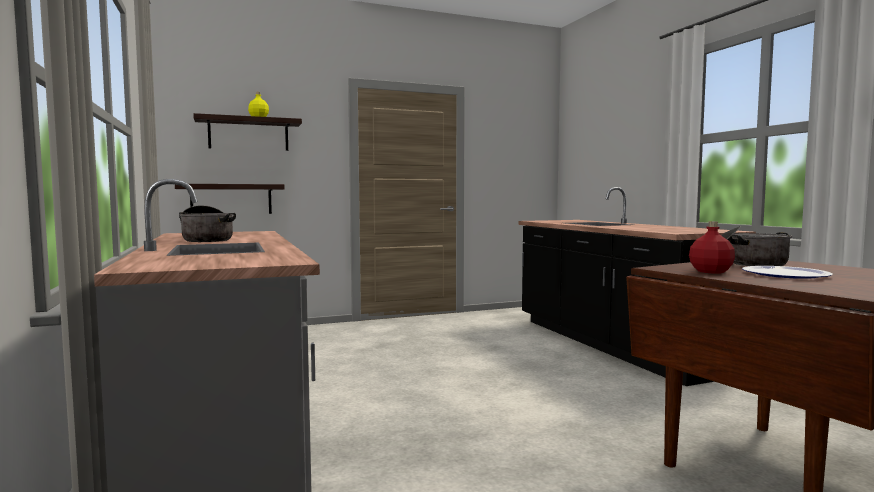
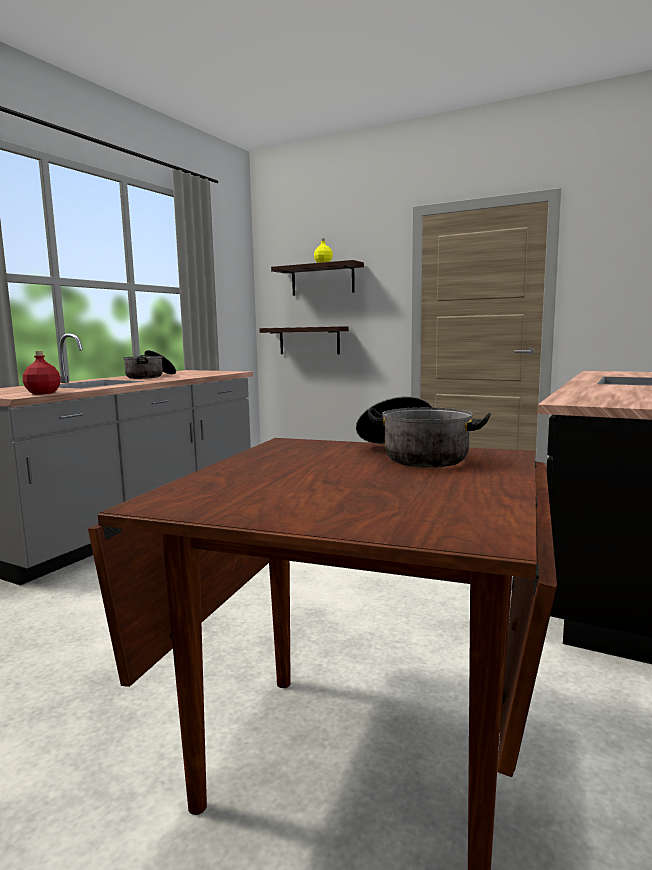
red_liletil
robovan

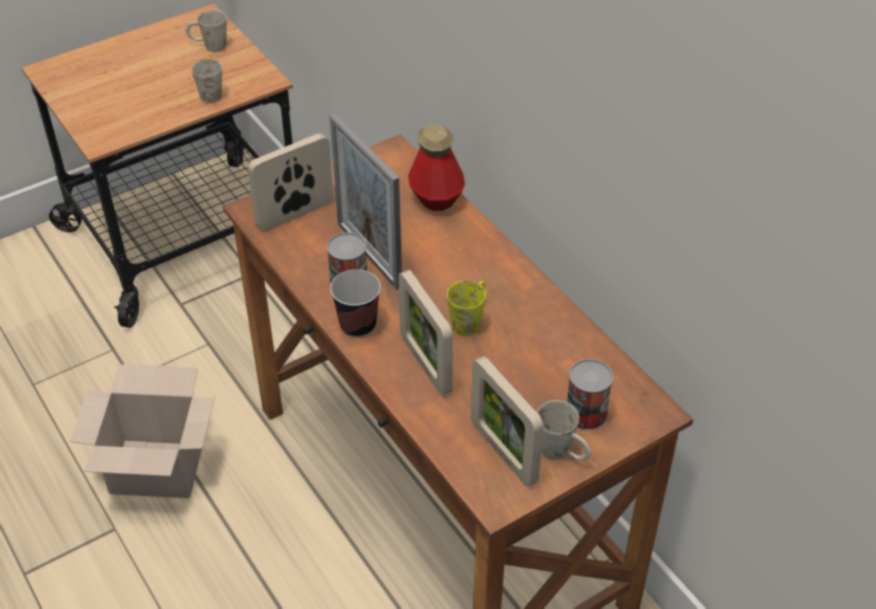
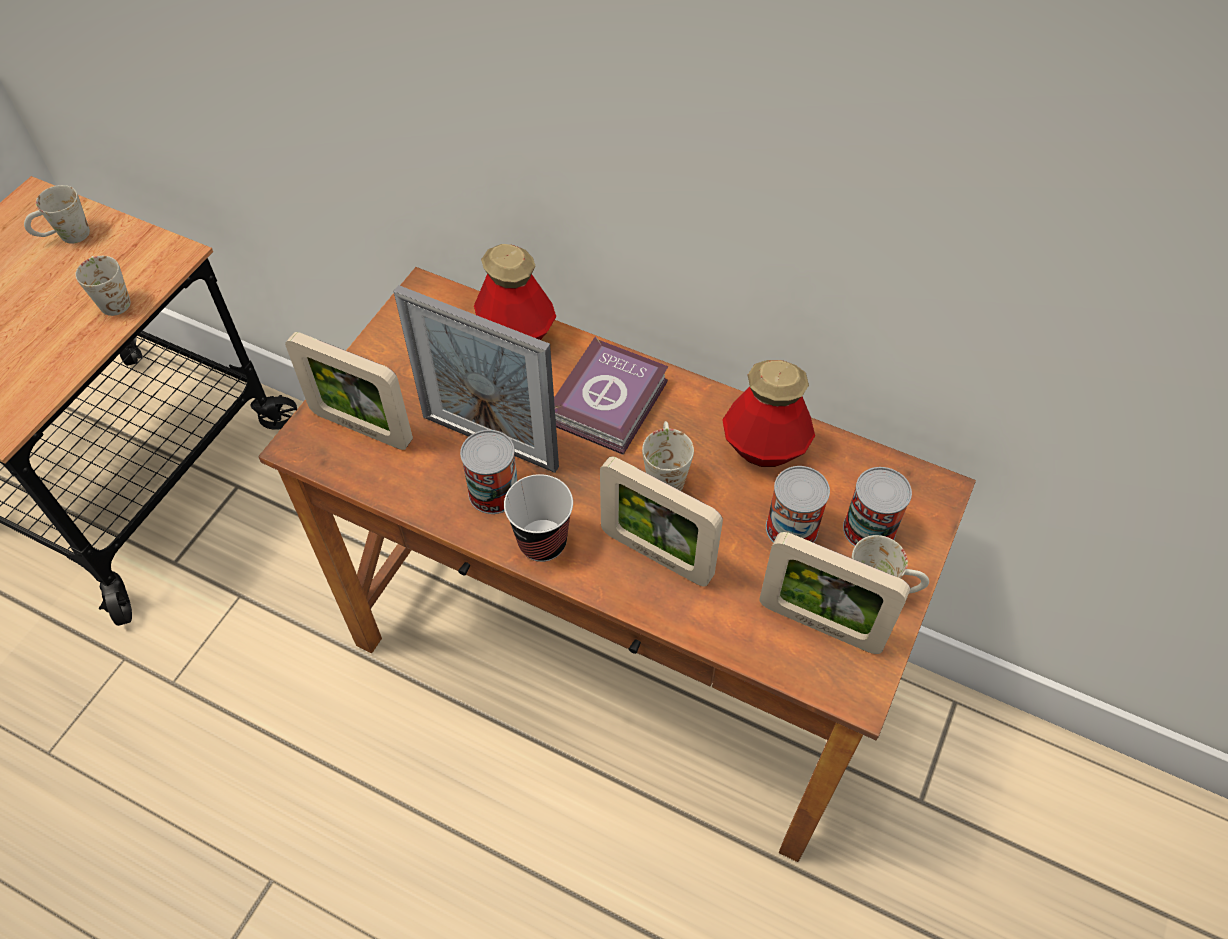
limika
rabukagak (1st from left)
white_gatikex (3rd from left)
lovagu
liletil (2nd from left)
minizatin (2nd from left)

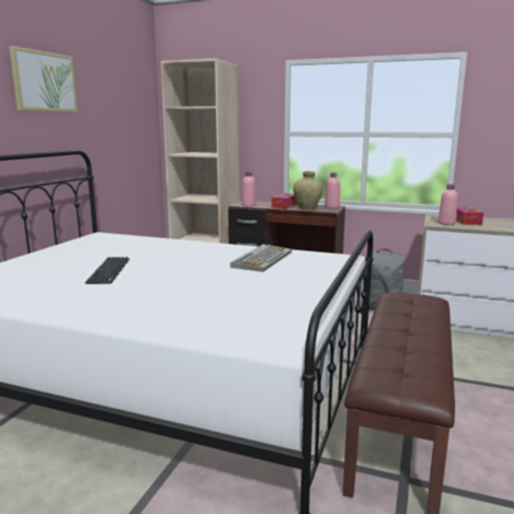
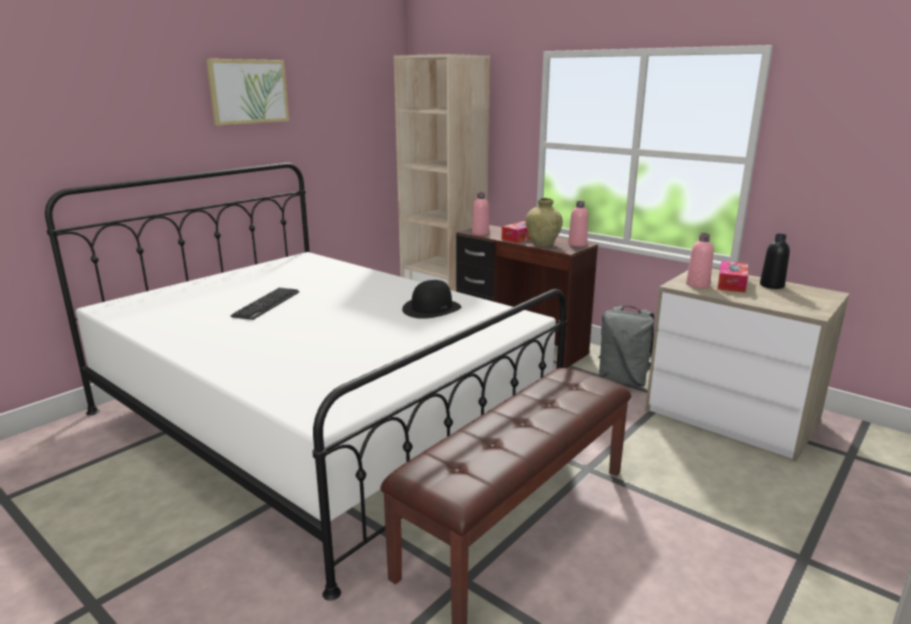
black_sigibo
black_liletil

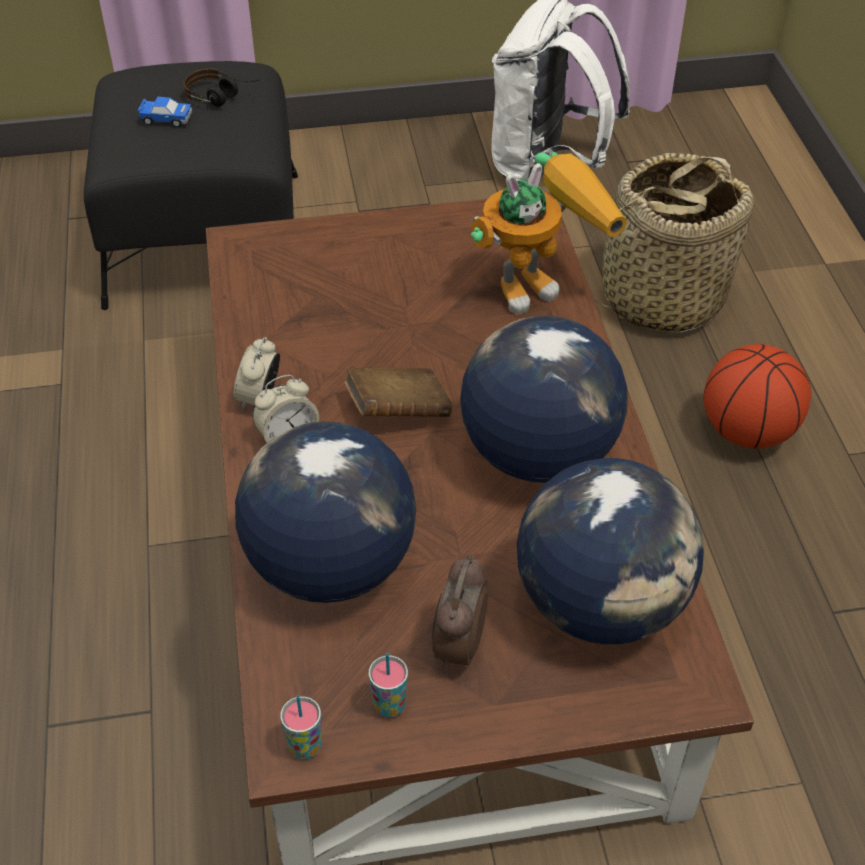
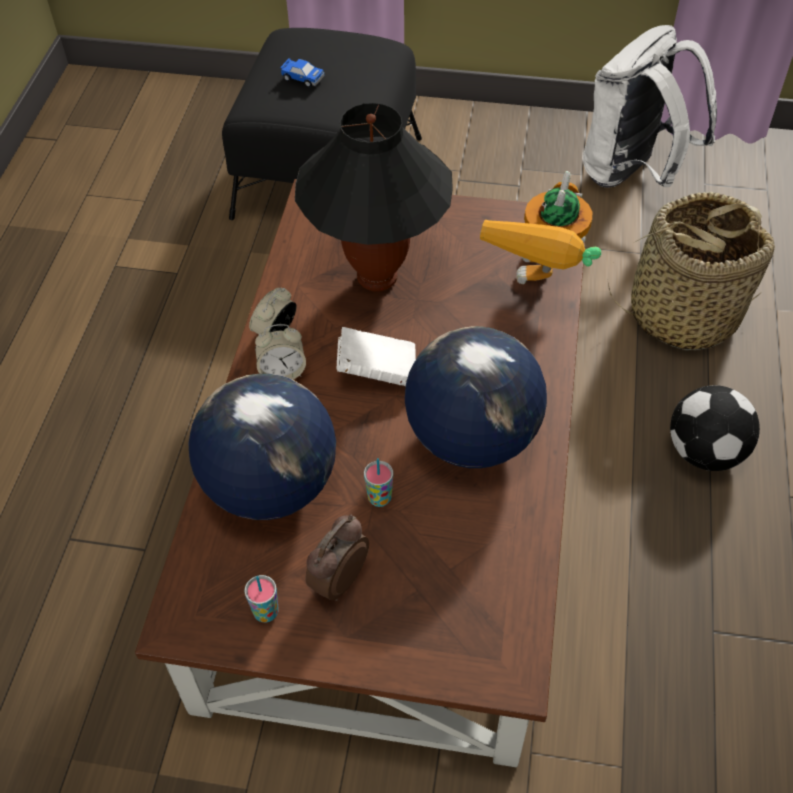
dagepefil
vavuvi (2nd from left)
white_lovagu
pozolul
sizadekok (3rd from left in the first image)
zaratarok
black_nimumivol

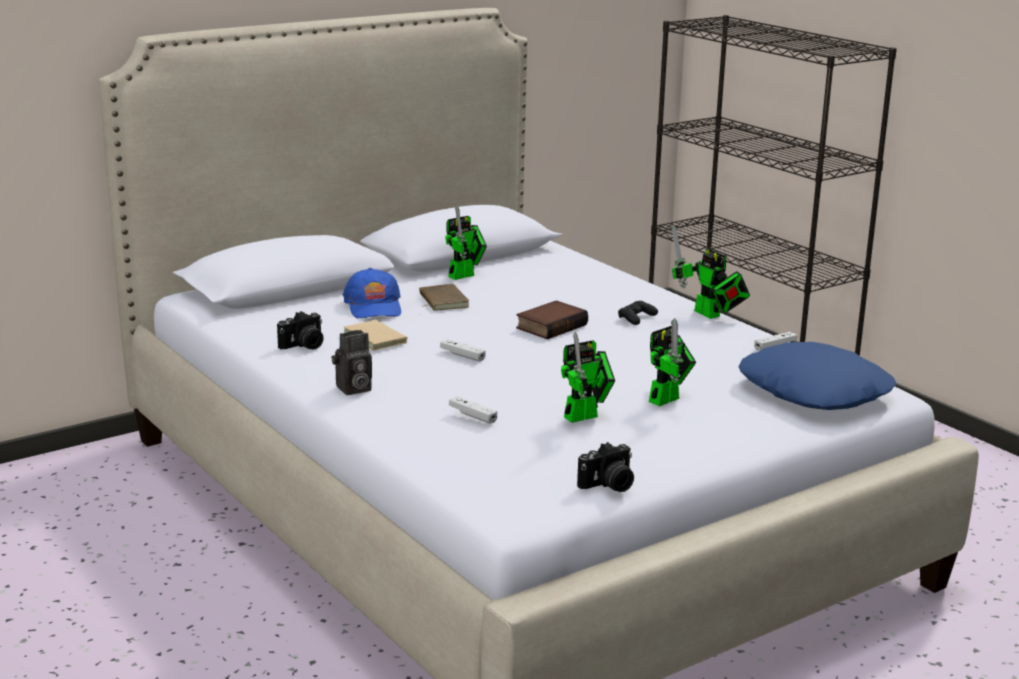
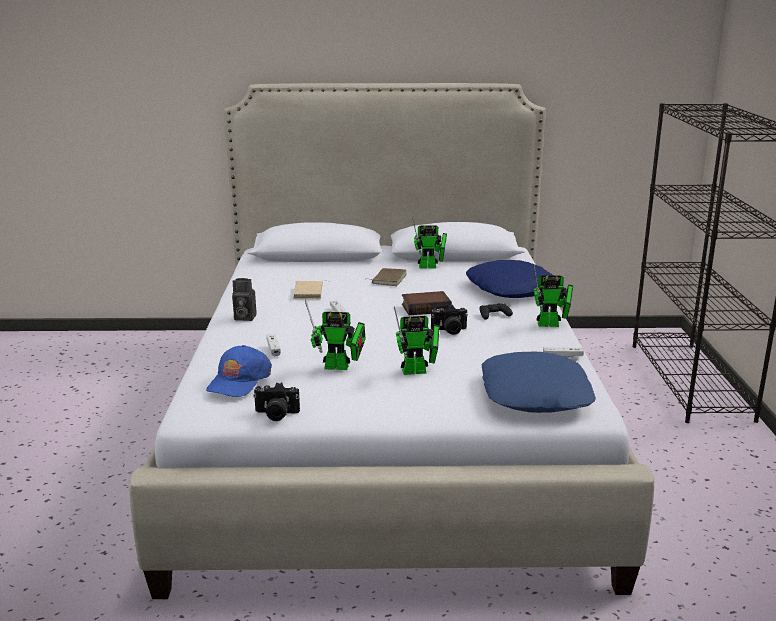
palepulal (3rd from left)
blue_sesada
pozolul (4th from left)
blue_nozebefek (1st from left)

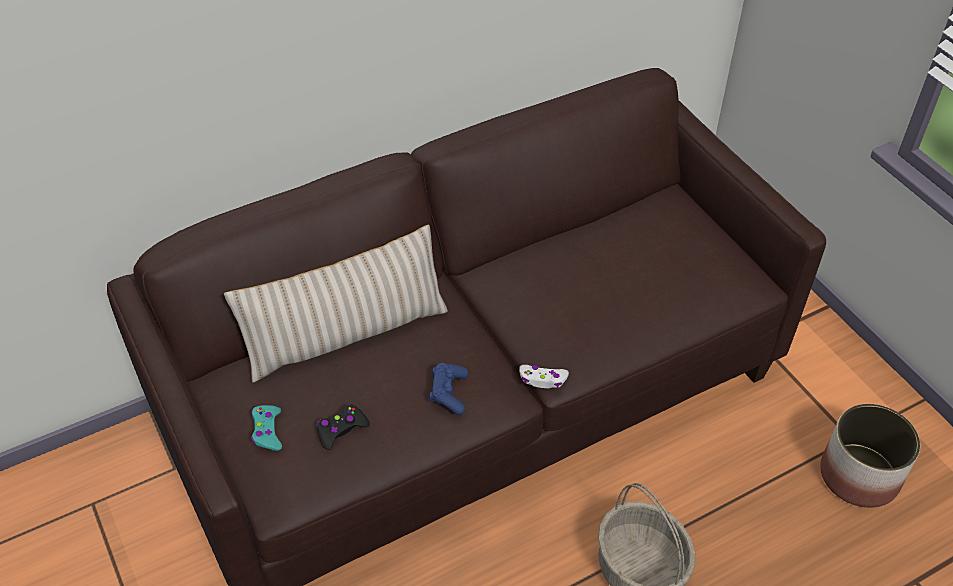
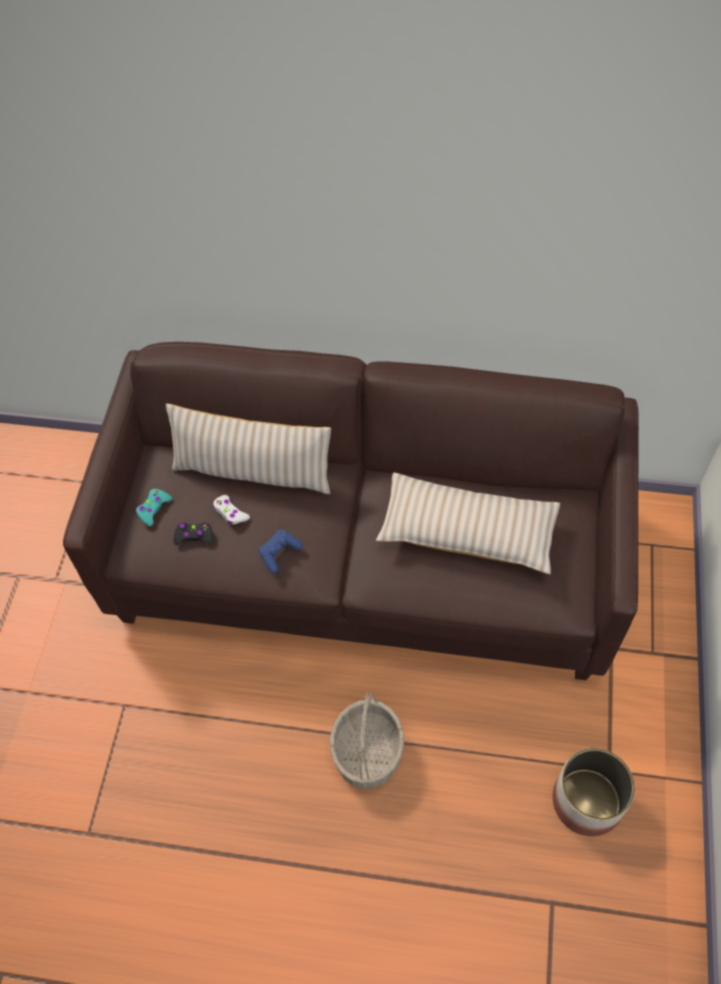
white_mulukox
beige_nozebefek (2nd from left)

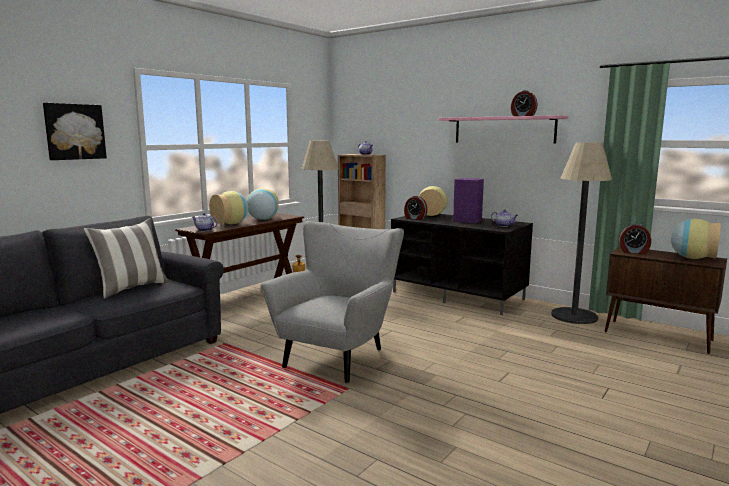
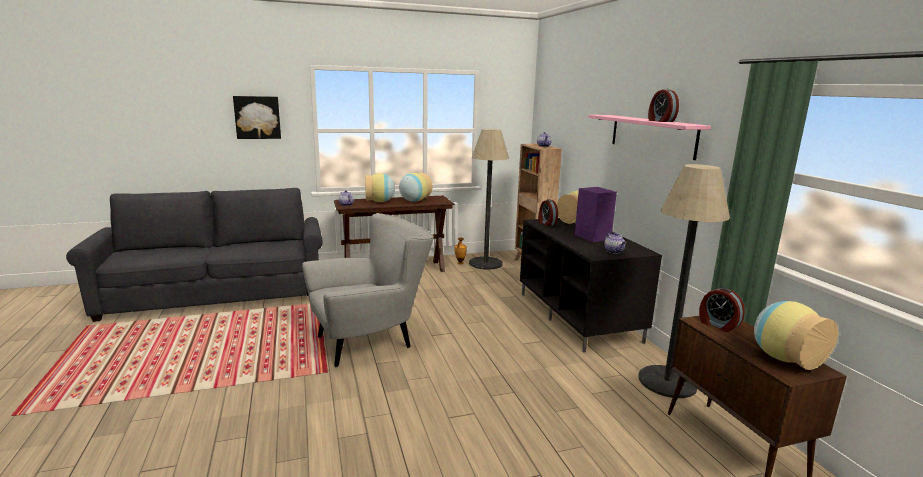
nozebefek

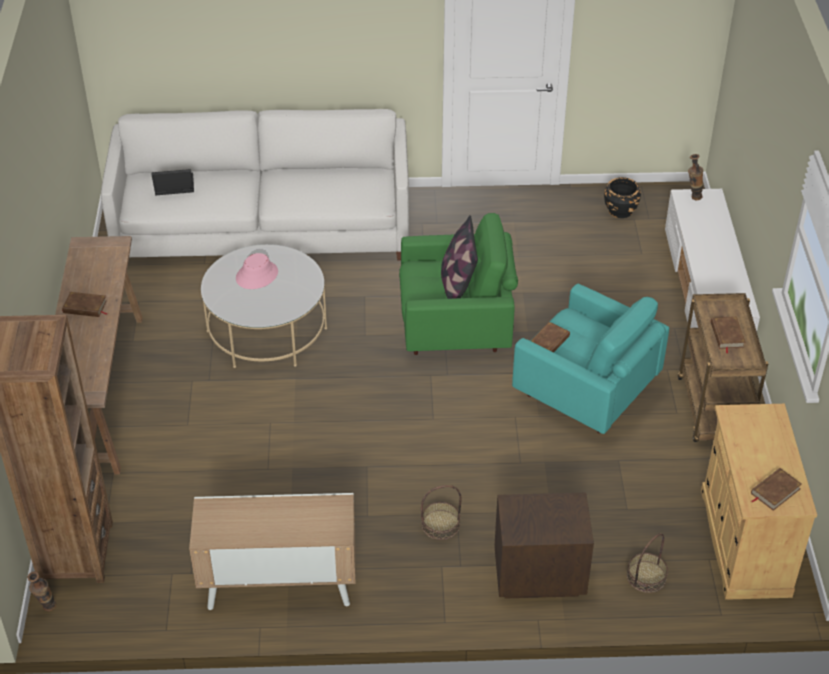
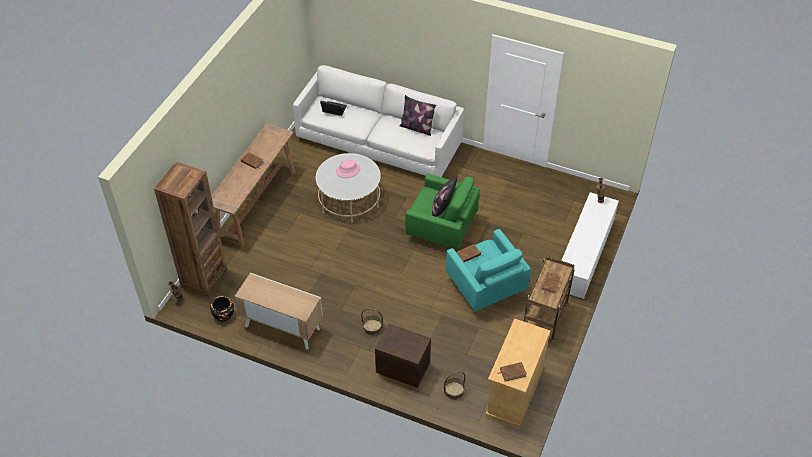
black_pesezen
nozebefek (1st from left)

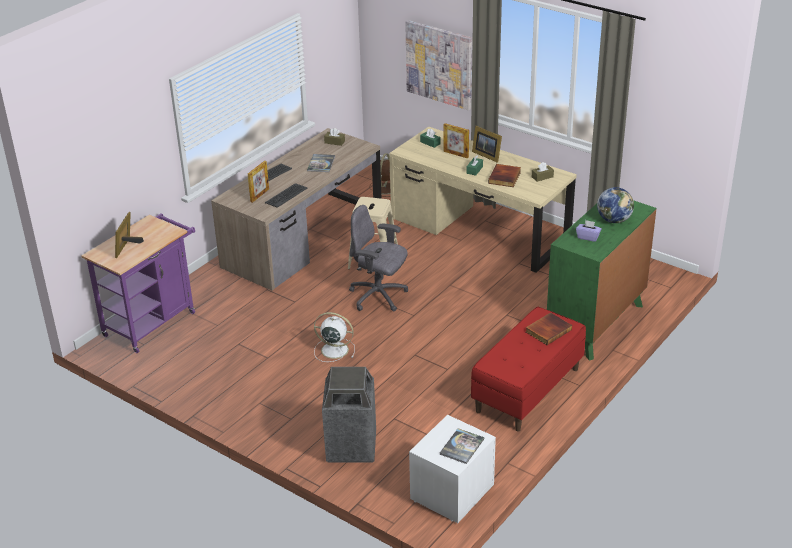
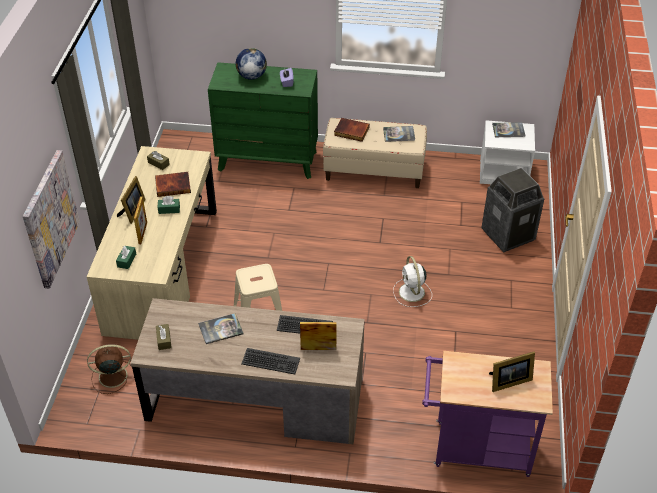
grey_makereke
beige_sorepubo
lovagu (4th from left)

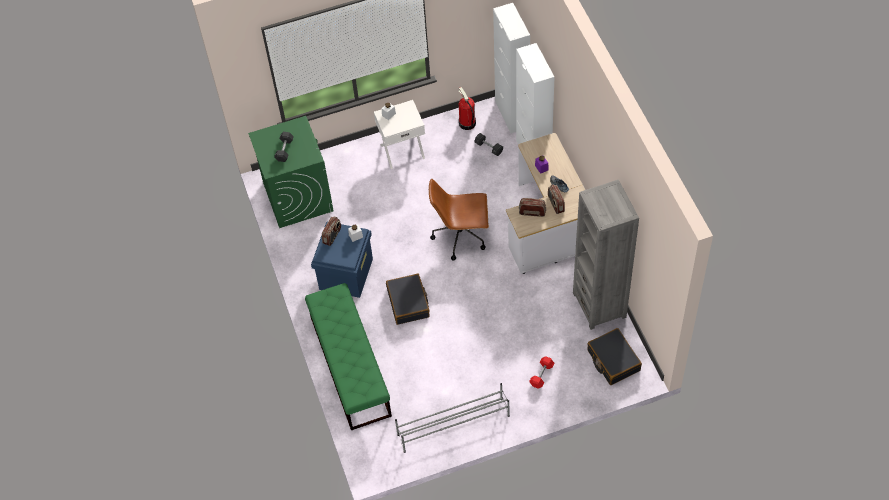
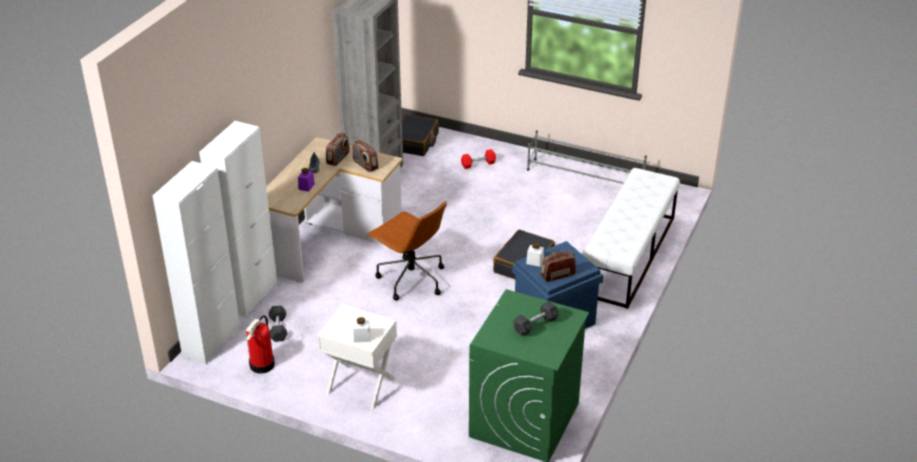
white_sorepubo

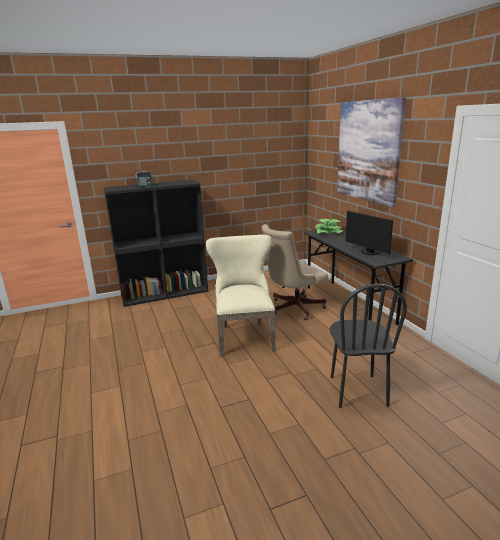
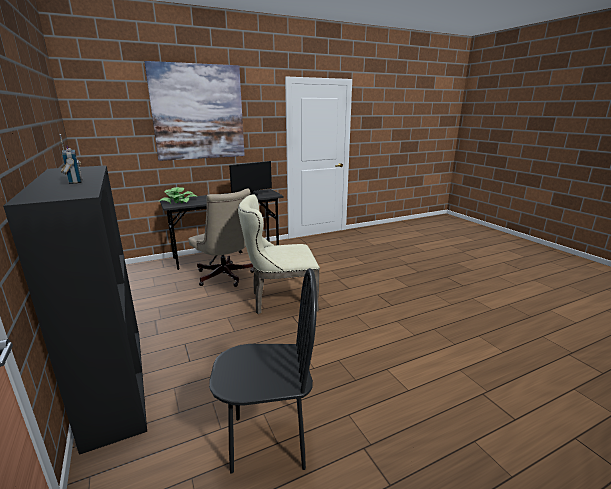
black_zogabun

